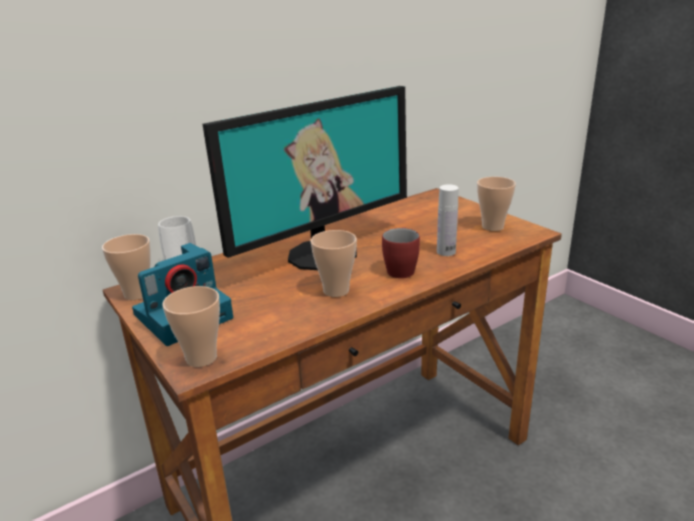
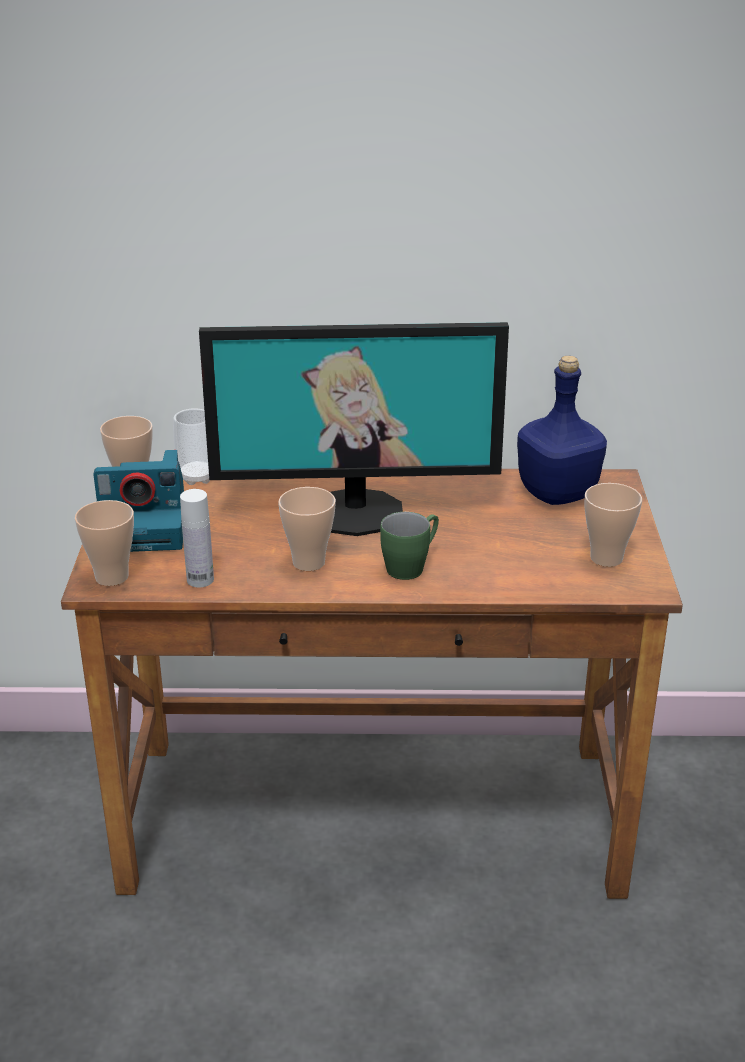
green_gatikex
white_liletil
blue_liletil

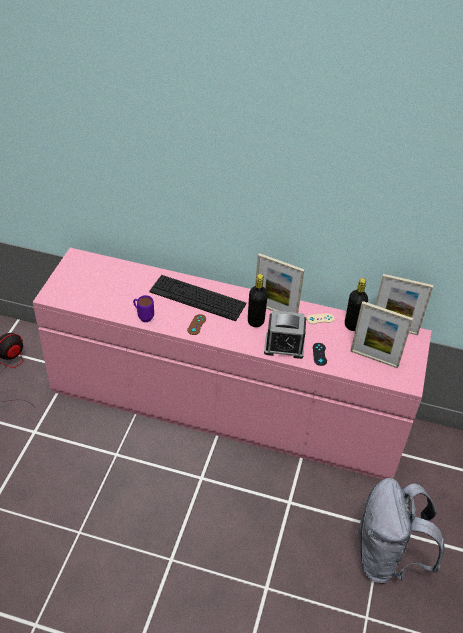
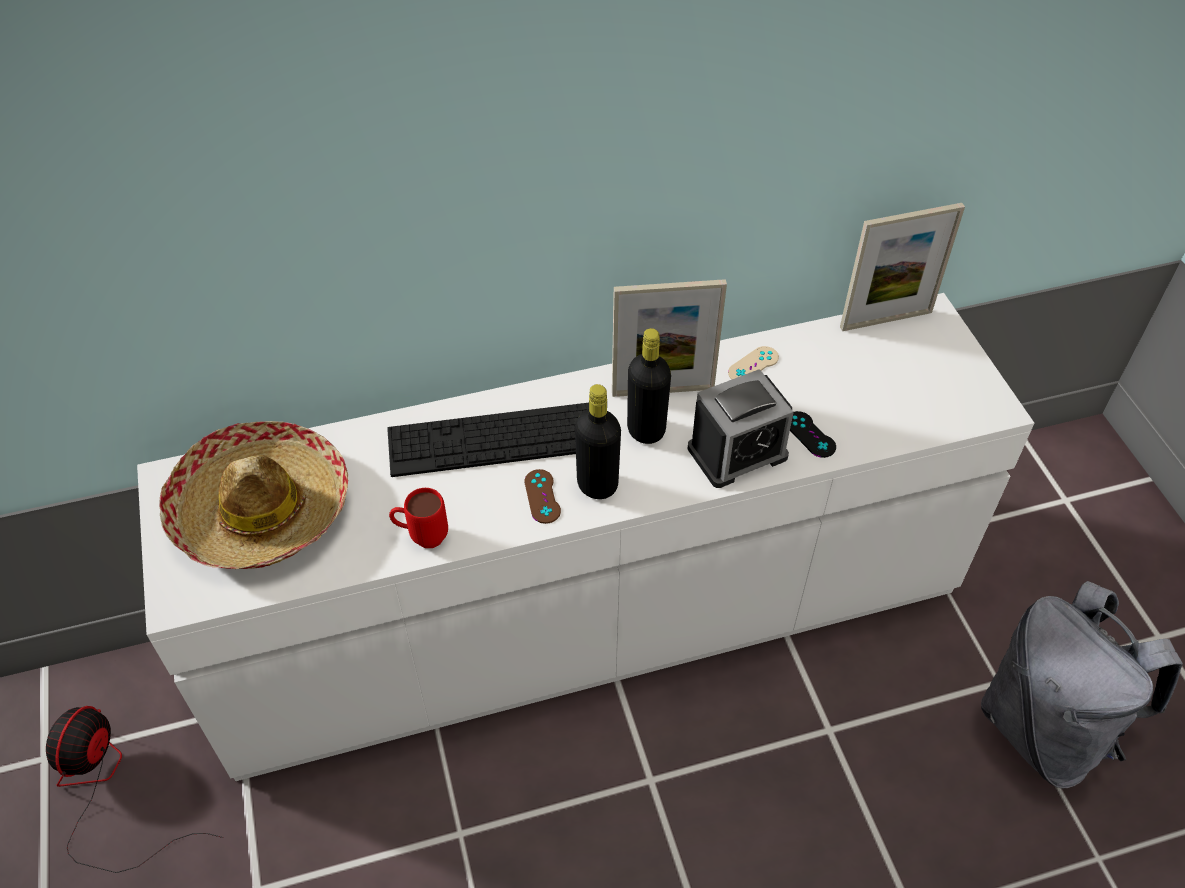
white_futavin
red_gatikex
black_liletil (1st from left)
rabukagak (2nd from left in the first image)
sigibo

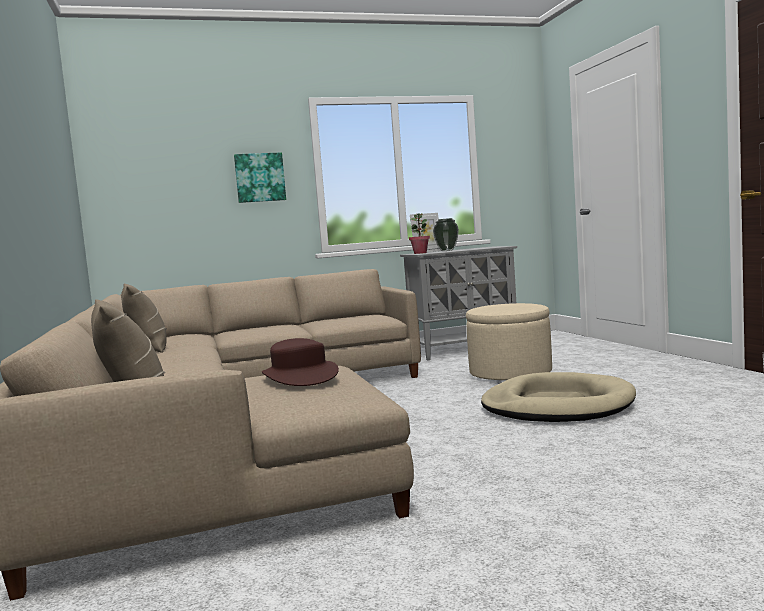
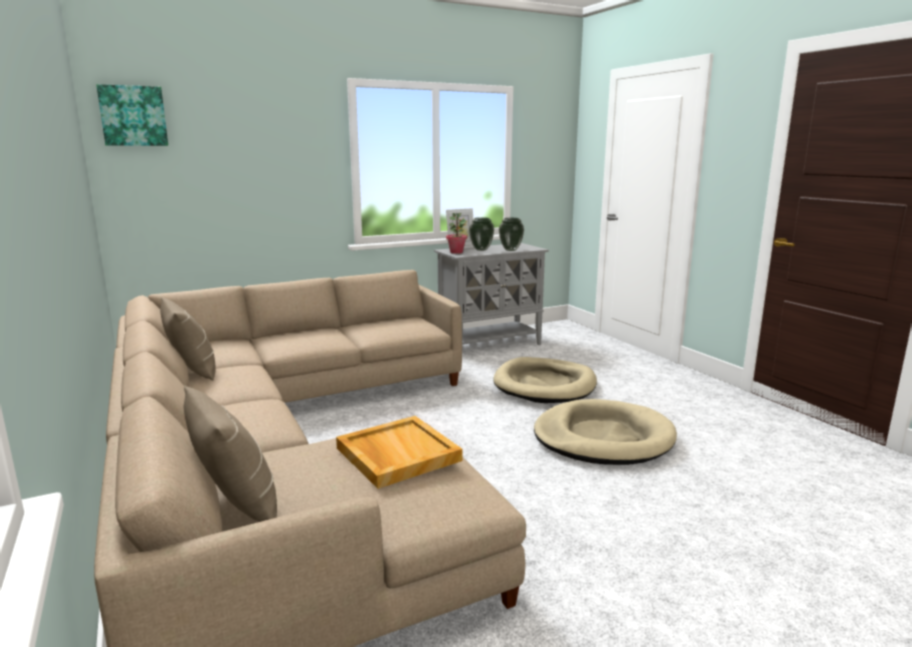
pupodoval
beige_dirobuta
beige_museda (1st from left)
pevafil (2nd from left)

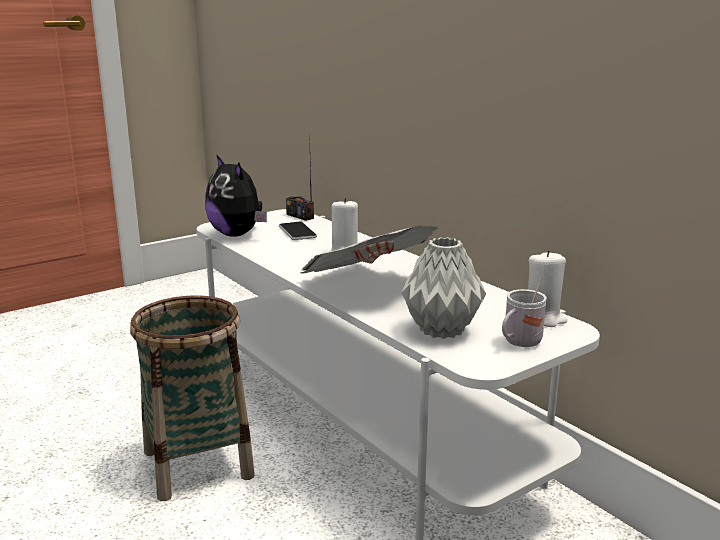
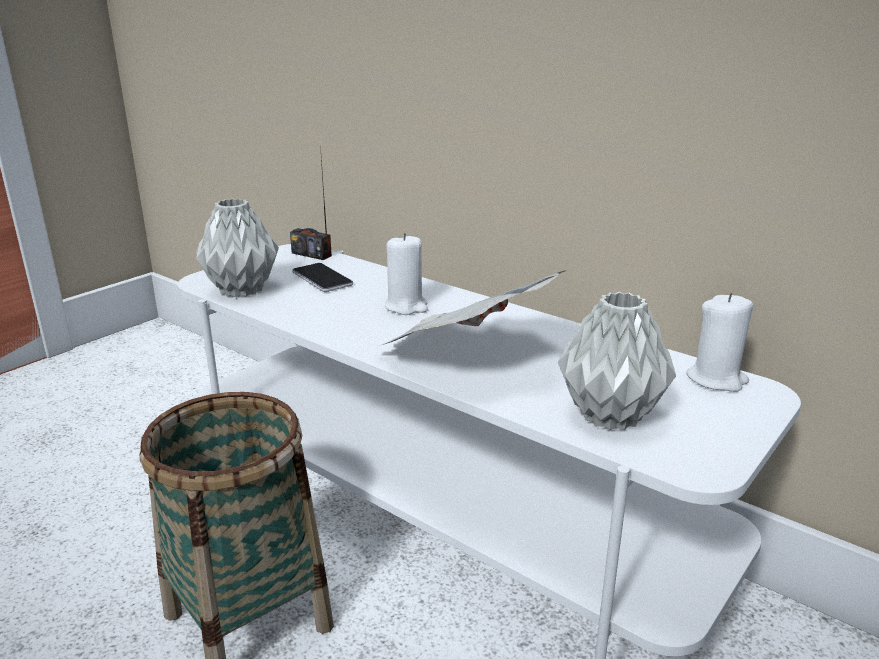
grey_pevafil (1st from left)
white_gatikex

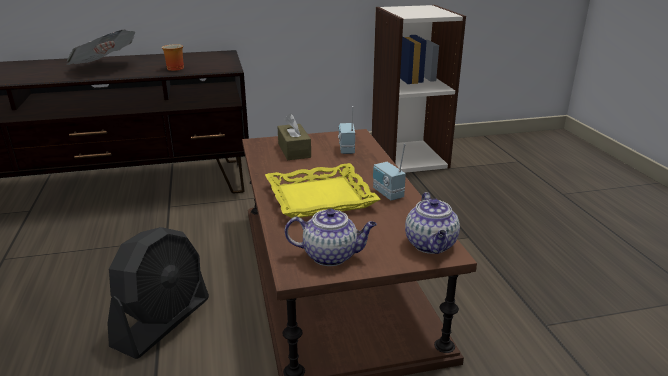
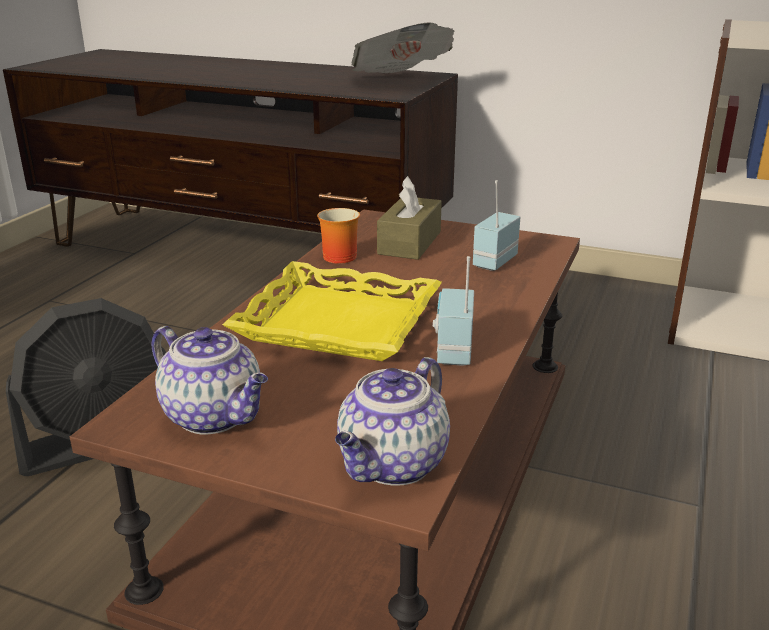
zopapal
gatikex

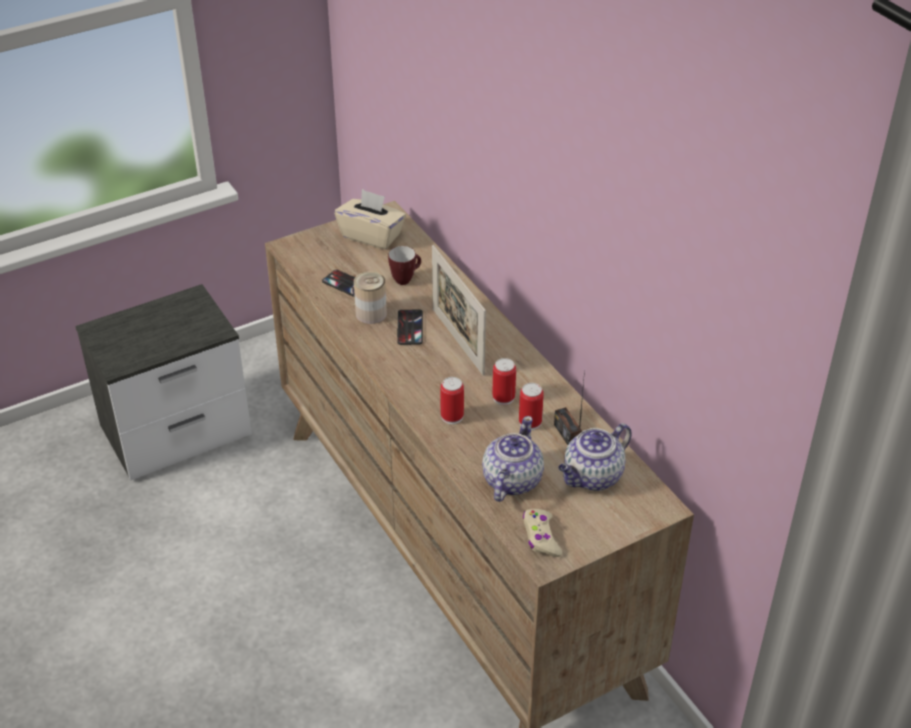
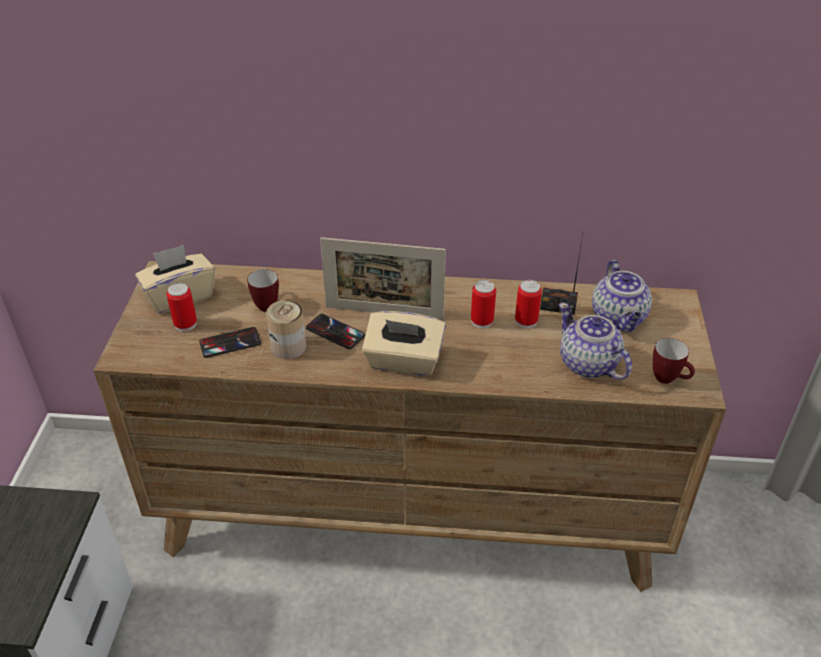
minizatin (1st from left)
gatikex (2nd from left)
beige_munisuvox (2nd from left)

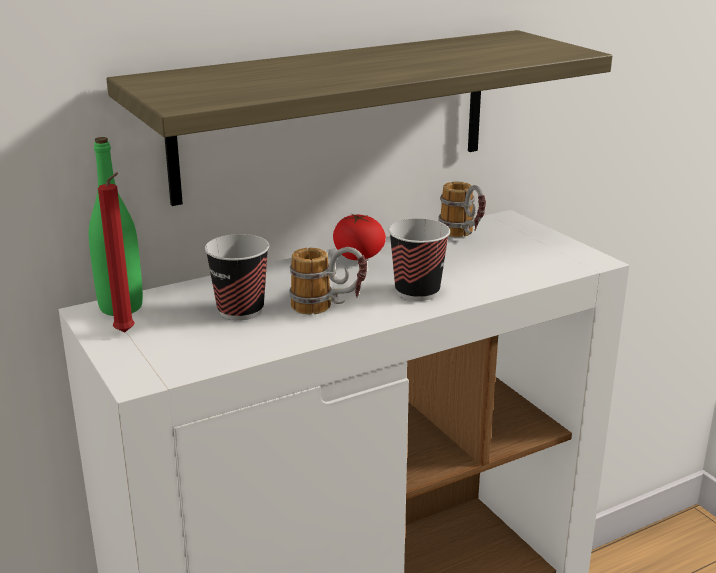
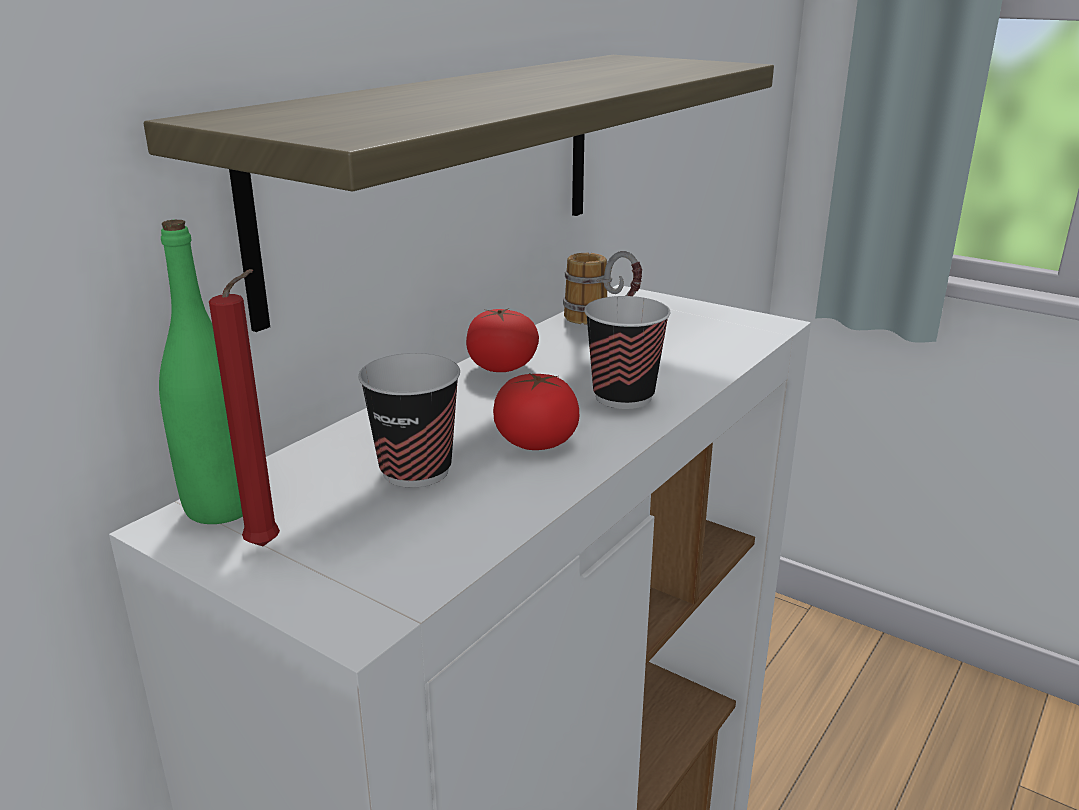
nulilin (2nd from left)

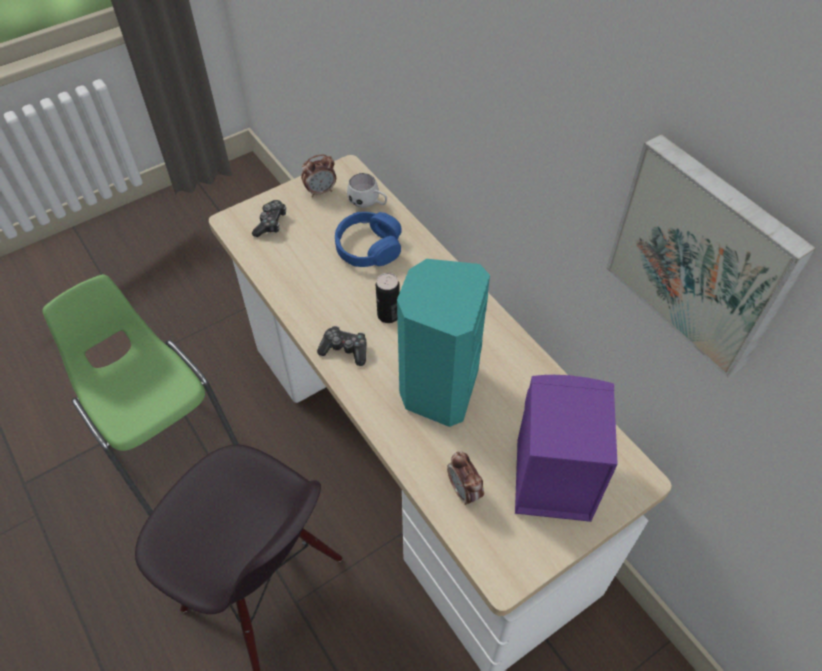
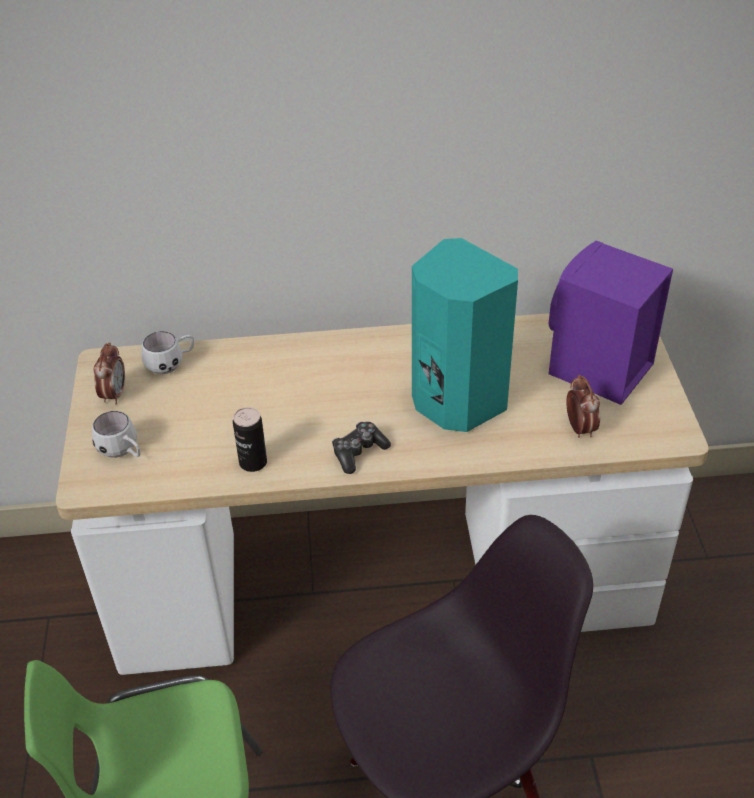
white_gatikex (1st from left)
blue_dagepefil
minizatin
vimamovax (2nd from left)
pupodoval

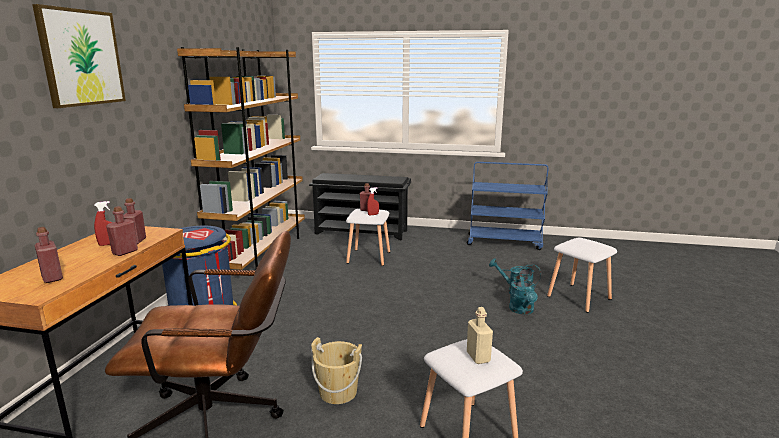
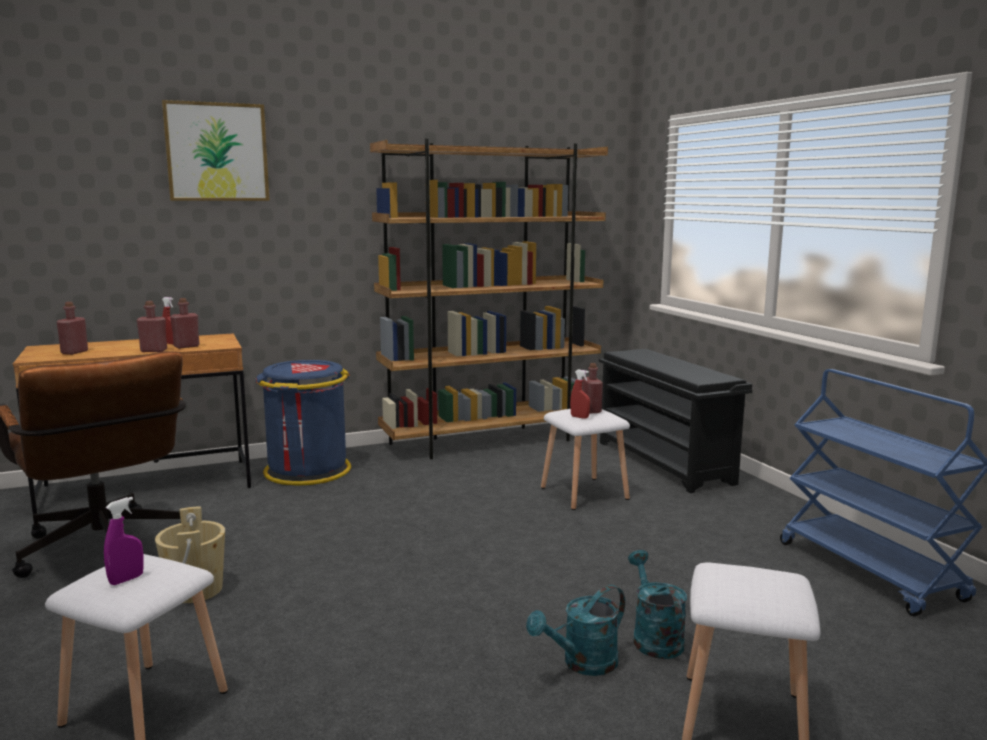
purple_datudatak

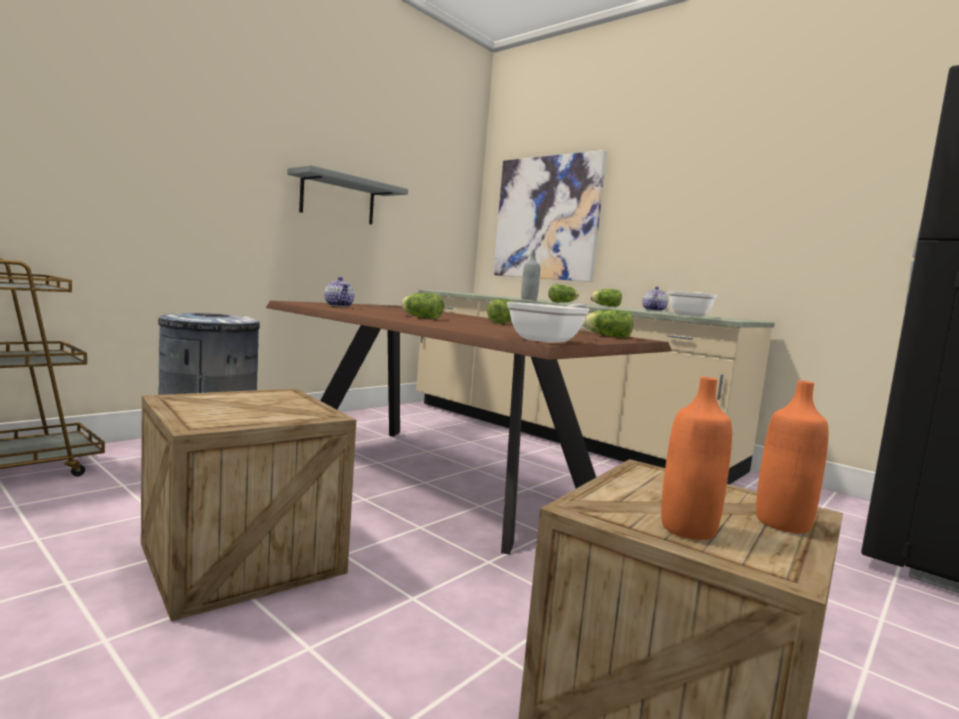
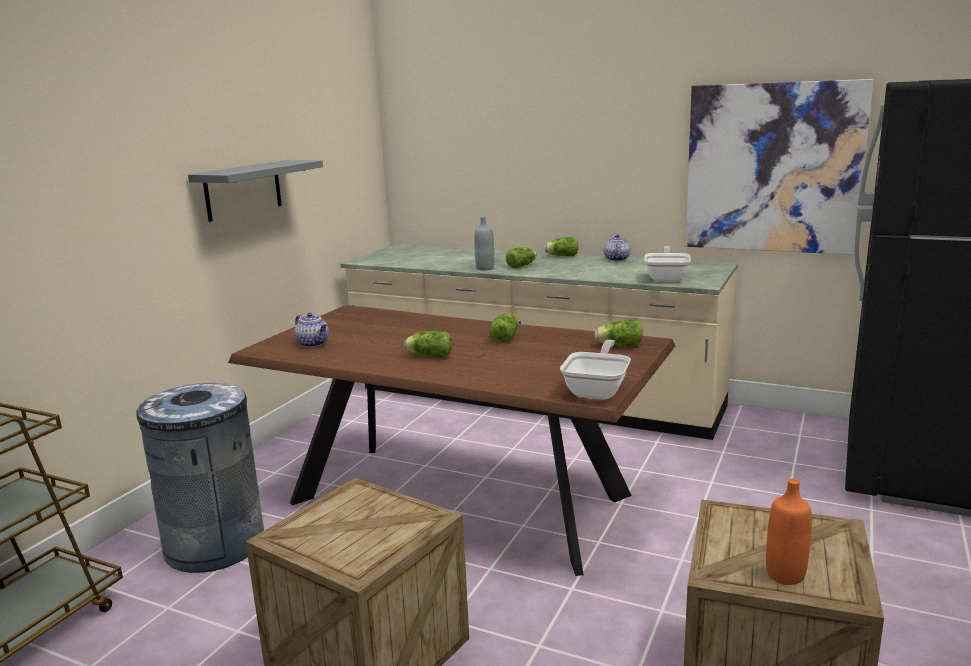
pupodoval
orange_liletil (2nd from left in the first image)

